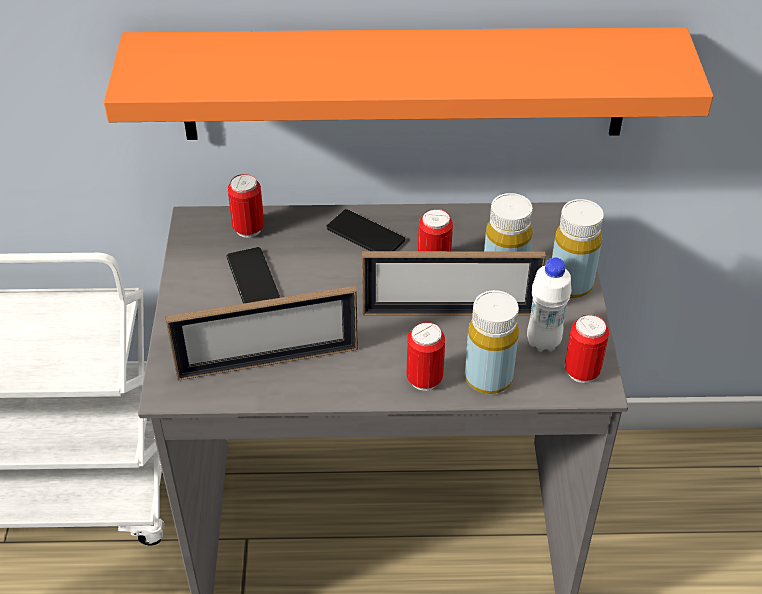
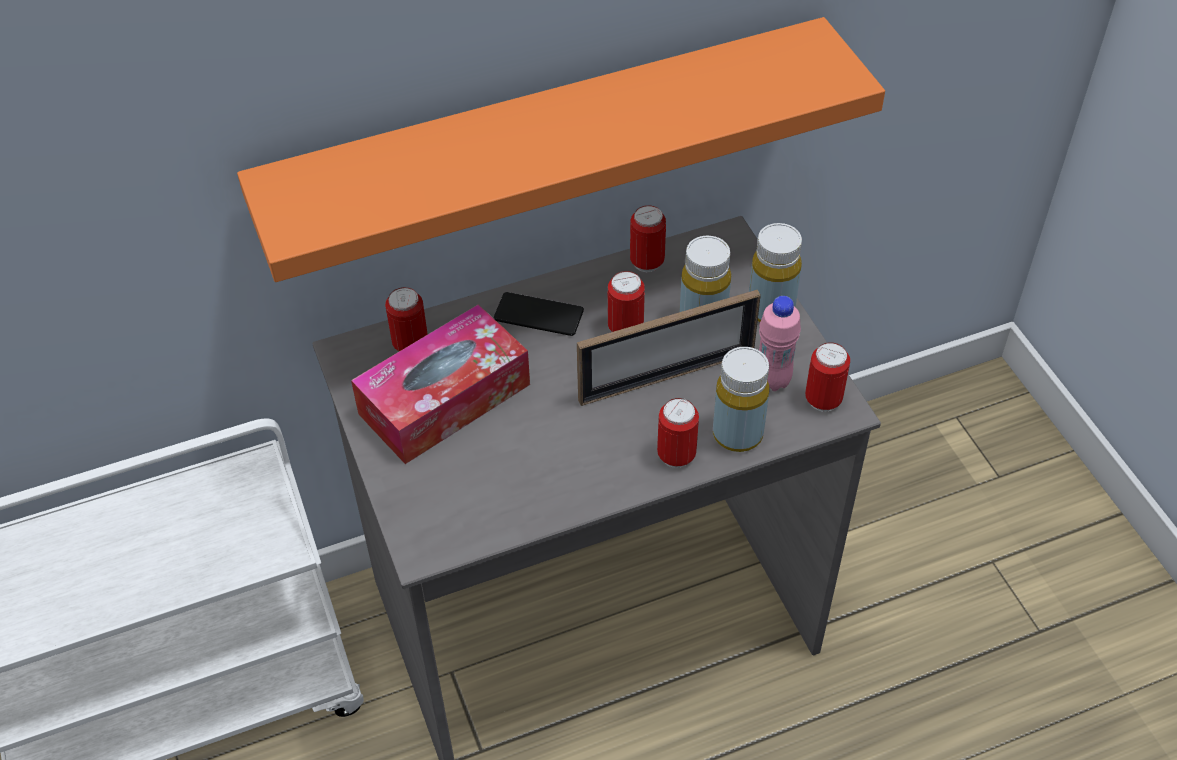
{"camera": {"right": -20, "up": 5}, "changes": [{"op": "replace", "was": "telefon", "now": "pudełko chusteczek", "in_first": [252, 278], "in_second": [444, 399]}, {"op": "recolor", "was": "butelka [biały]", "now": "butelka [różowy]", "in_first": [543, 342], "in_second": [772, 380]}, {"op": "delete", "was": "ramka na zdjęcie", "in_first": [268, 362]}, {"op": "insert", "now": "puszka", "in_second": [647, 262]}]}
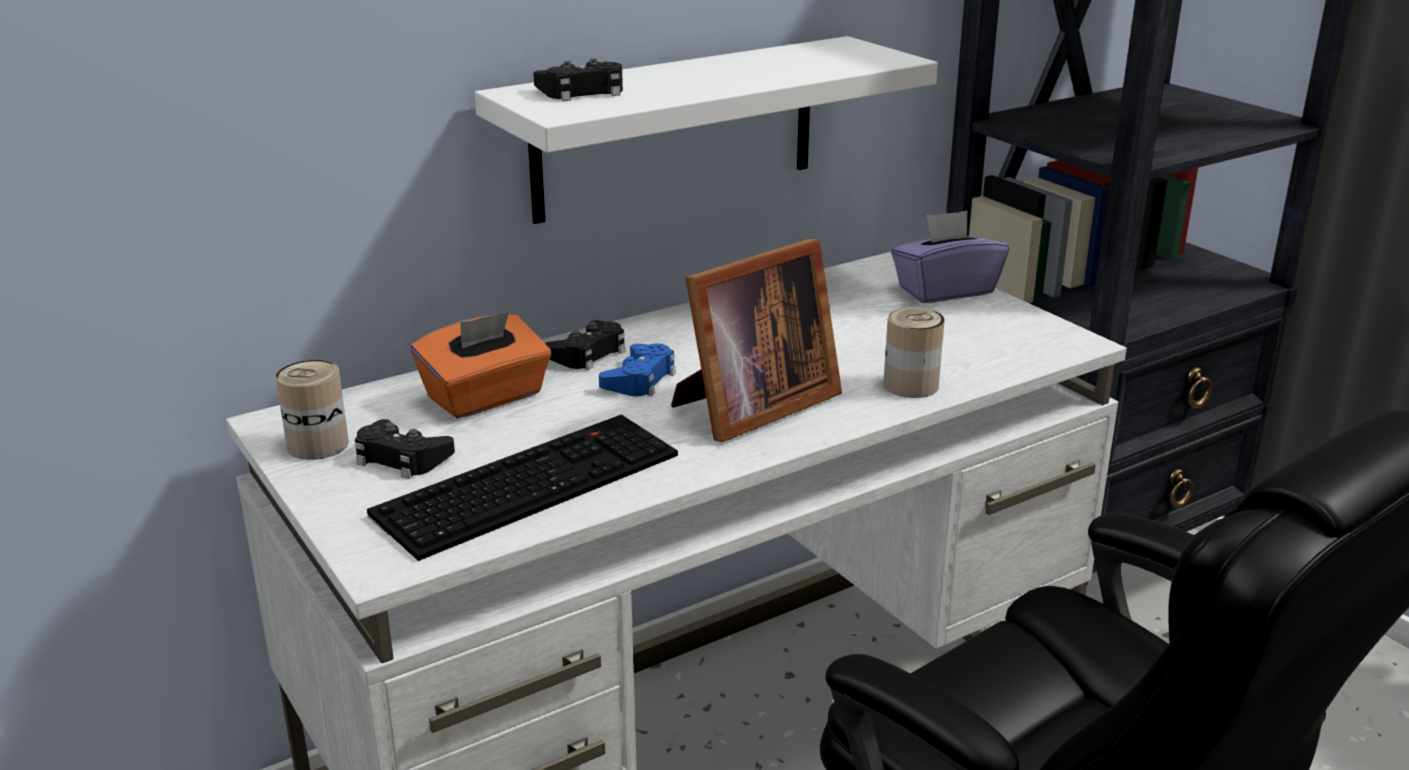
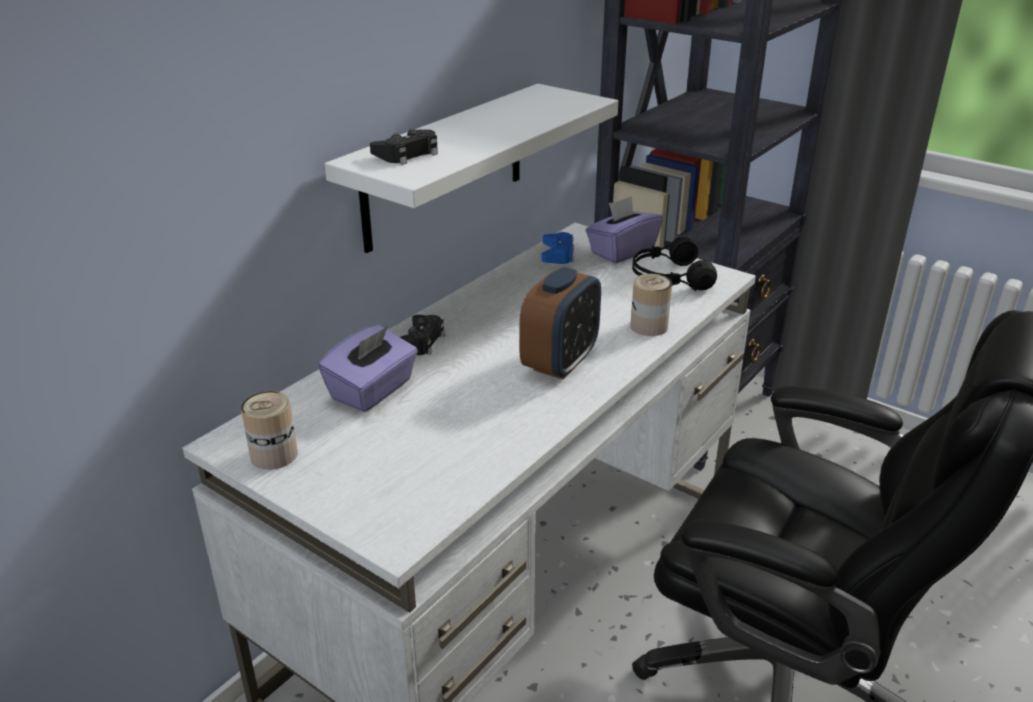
{"camera": {"right": -20, "up": 5}, "changes": [{"op": "replace", "was": "ramka na zdjęcie", "now": "budzik", "in_first": [750, 407], "in_second": [560, 363]}, {"op": "recolor", "was": "pudełko chusteczek [pomarańczowy]", "now": "pudełko chusteczek [fioletowy]", "in_first": [486, 398], "in_second": [372, 390]}, {"op": "move", "was": "pad do gier [niebieski]", "in_first": [640, 379], "in_second": [557, 254]}, {"op": "delete", "was": "klawiatura", "in_first": [529, 482]}, {"op": "delete", "was": "pad do gier [czarny]", "in_first": [401, 458]}, {"op": "insert", "now": "słuchawki [czarny]", "in_second": [669, 278]}]}
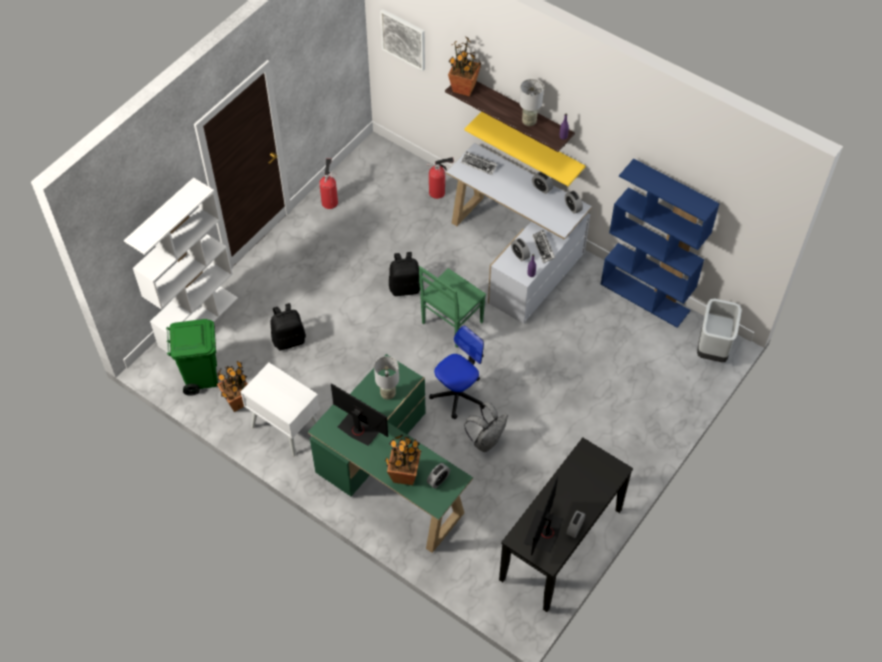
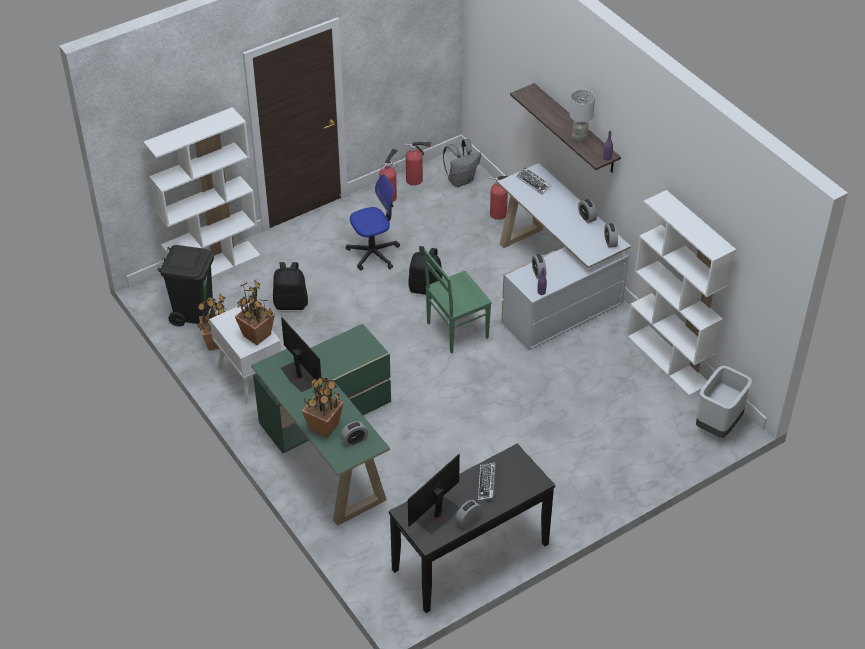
{"camera": {"right": 20, "up": -10}, "changes": [{"op": "delete", "was": "obraz", "in_first": [404, 39]}, {"op": "move", "was": "roślina doniczkowa", "in_first": [464, 88], "in_second": [256, 335]}, {"op": "delete", "was": "półka [żółty]", "in_first": [532, 146]}, {"op": "recolor", "was": "regał [niebieski]", "now": "regał [biały]", "in_first": [645, 297], "in_second": [668, 360]}, {"op": "move", "was": "klawiatura", "in_first": [543, 248], "in_second": [486, 483]}, {"op": "recolor", "was": "kosz na śmieci [zielony]", "now": "kosz na śmieci [czarny]", "in_first": [201, 376], "in_second": [193, 312]}, {"op": "move", "was": "krzesło biurowe", "in_first": [458, 395], "in_second": [373, 253]}, {"op": "delete", "was": "lampa stołowa [szary]", "in_first": [387, 394]}, {"op": "move", "was": "plecak [szary]", "in_first": [486, 440], "in_second": [461, 180]}, {"op": "insert", "now": "gaśnica", "in_second": [416, 180]}]}
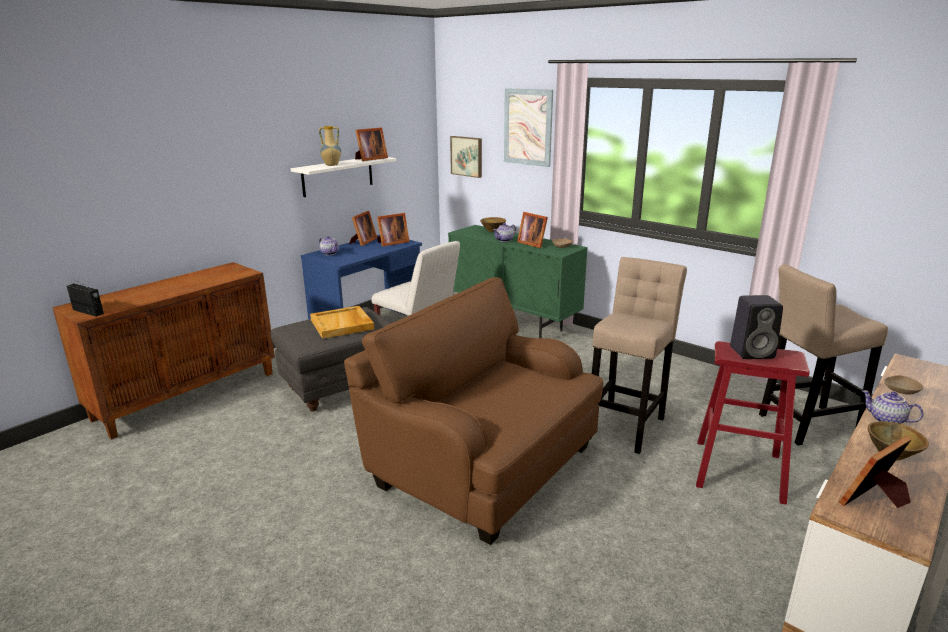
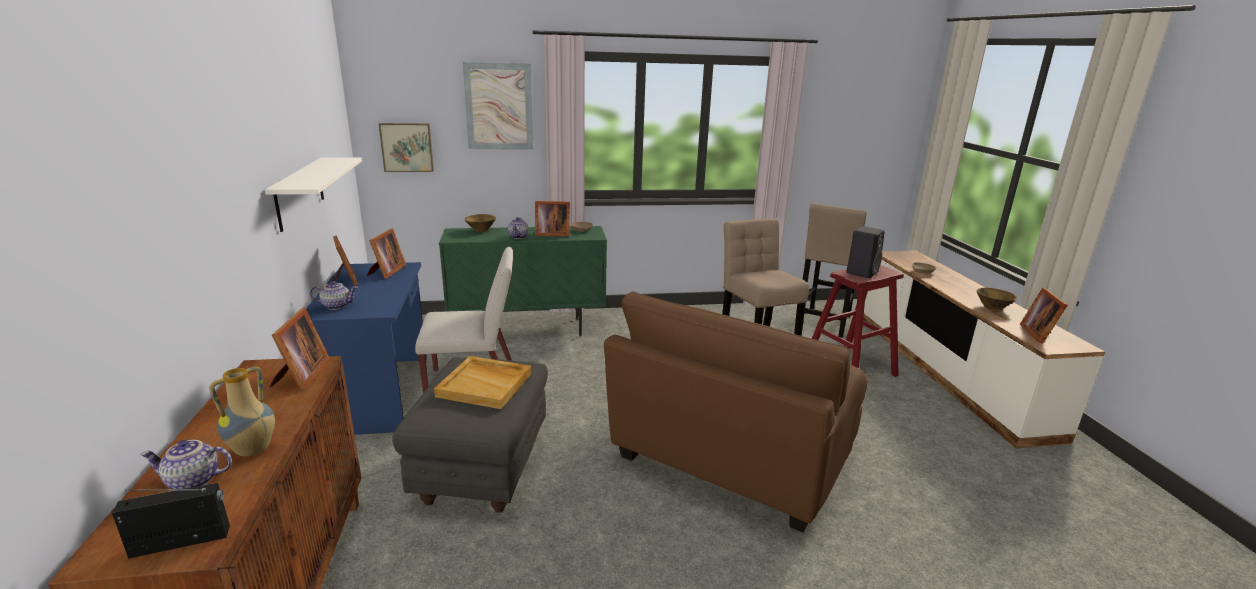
{"camera": {"right": -50, "up": 0}, "changes": [{"op": "move", "was": "wazon", "in_first": [331, 165], "in_second": [253, 450]}, {"op": "move", "was": "ramka na zdjęcie", "in_first": [370, 159], "in_second": [301, 376]}, {"op": "rotate", "was": "fotel [brązowy]", "in_first": [481, 463], "in_second": [731, 457], "clockwise": -45}, {"op": "move", "was": "imbryk", "in_first": [886, 420], "in_second": [192, 482]}]}
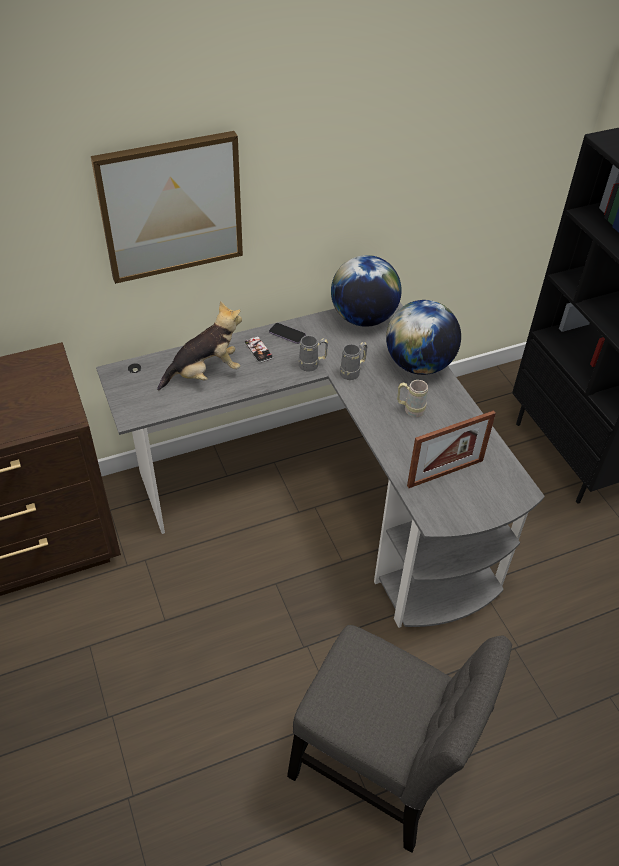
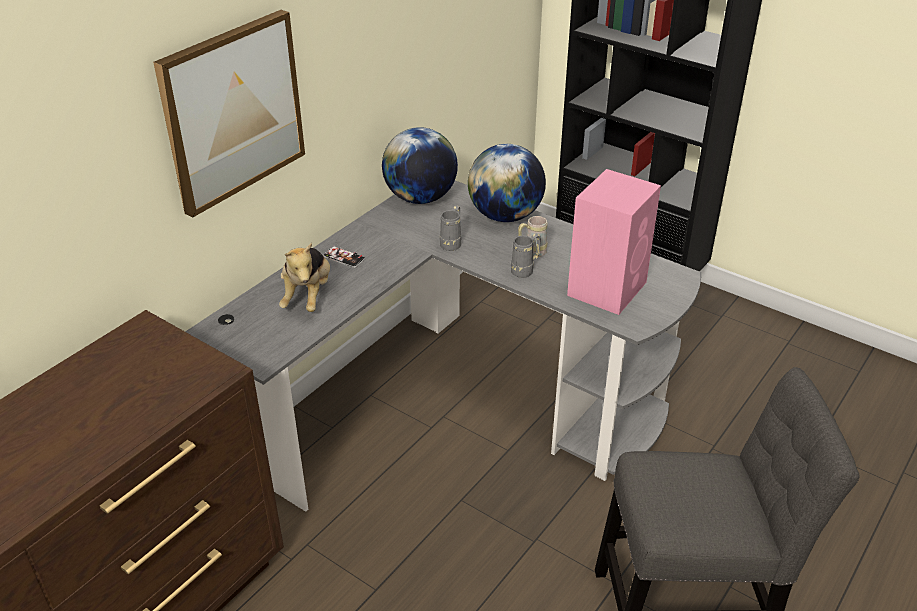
{"camera": {"right": -30, "up": -10}, "changes": [{"op": "rotate", "was": "pluszak", "in_first": [205, 373], "in_second": [308, 296], "clockwise": 150}, {"op": "delete", "was": "telefon", "in_first": [287, 334]}, {"op": "move", "was": "kubek [szary]", "in_first": [312, 365], "in_second": [525, 270]}, {"op": "replace", "was": "ramka na zdjęcie", "now": "głośnik [różowy]", "in_first": [445, 473], "in_second": [608, 288]}]}
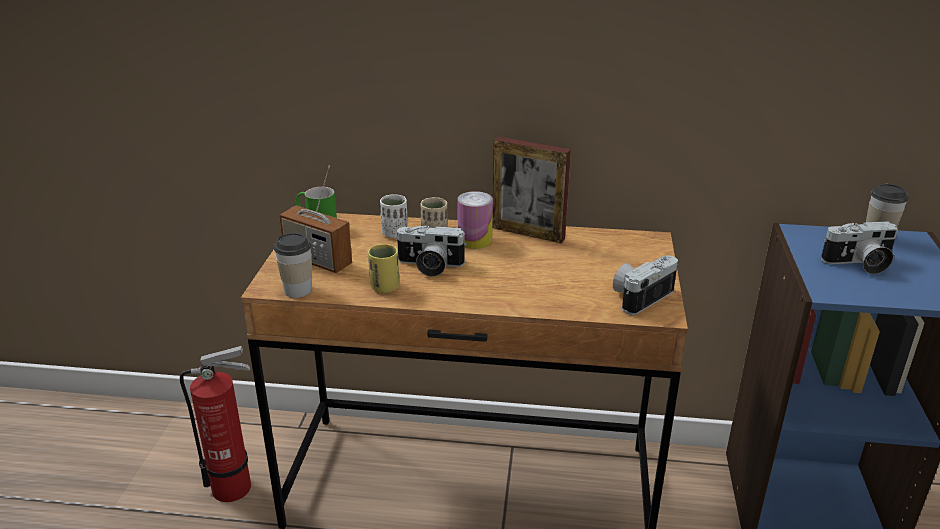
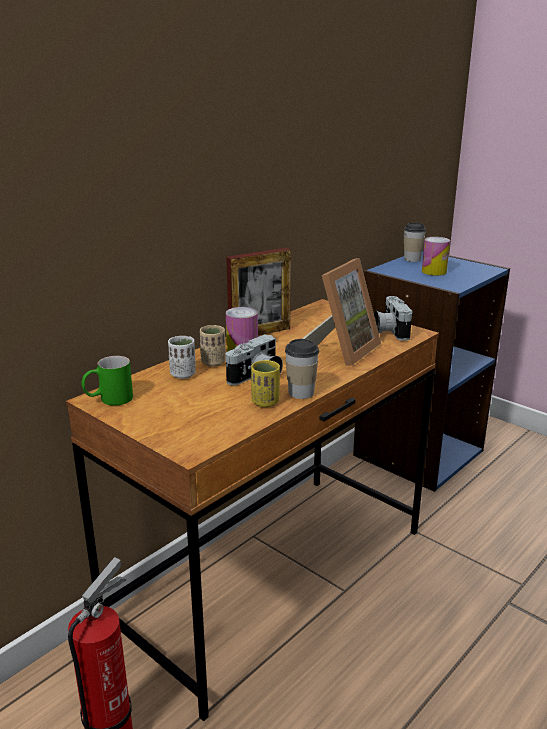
{"camera": {"right": -55, "up": -5}, "changes": [{"op": "delete", "was": "radio", "in_first": [318, 260]}, {"op": "replace", "was": "aparat fotograficzny", "now": "puszka", "in_first": [859, 264], "in_second": [434, 271]}, {"op": "move", "was": "filiżanka", "in_first": [297, 290], "in_second": [301, 393]}, {"op": "insert", "now": "ramka na zdjęcie", "in_second": [342, 350]}]}
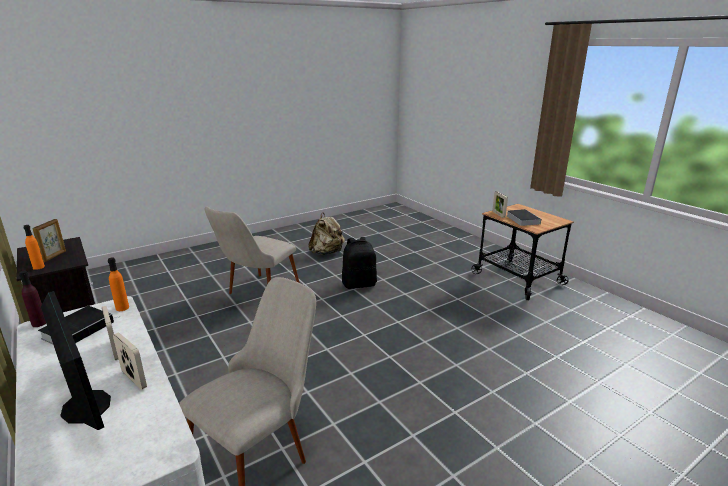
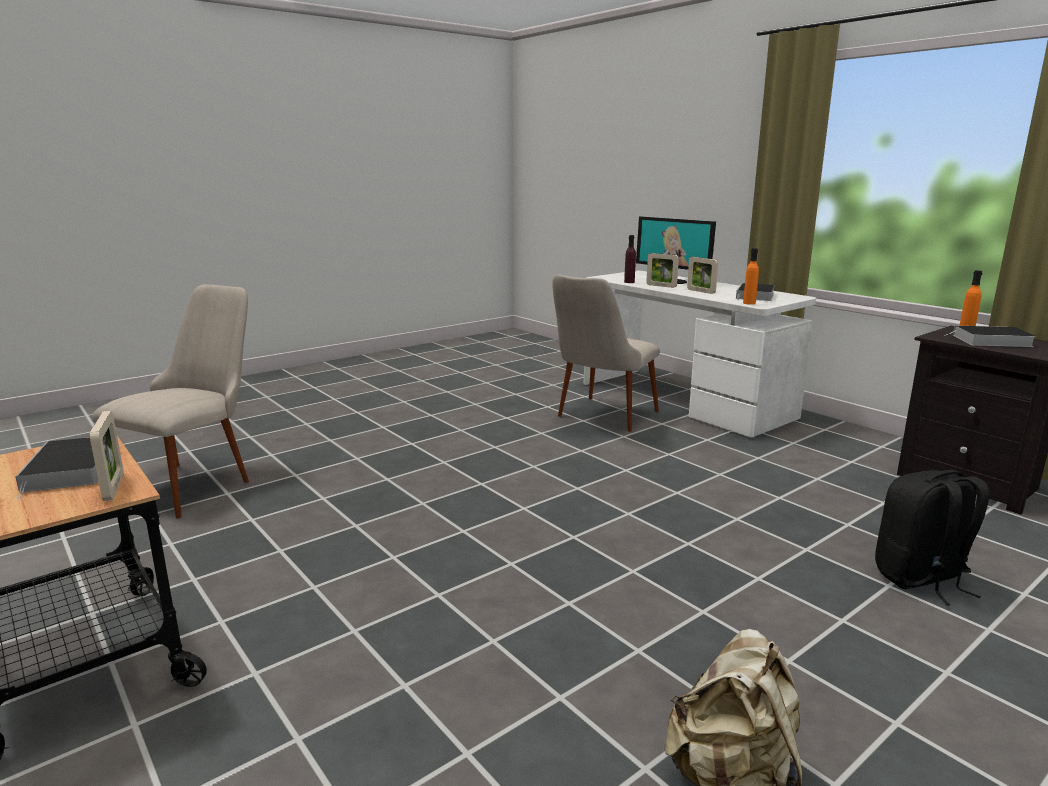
{"camera": {"right": 175, "up": -5}, "changes": [{"op": "move", "was": "krzesło [beżowy]", "in_first": [257, 295], "in_second": [196, 480]}, {"op": "replace", "was": "ramka na zdjęcie", "now": "książka", "in_first": [54, 256], "in_second": [990, 341]}, {"op": "move", "was": "plecak [czarny]", "in_first": [359, 284], "in_second": [921, 579]}, {"op": "move", "was": "butelka [fioletowy]", "in_first": [39, 323], "in_second": [629, 282]}]}
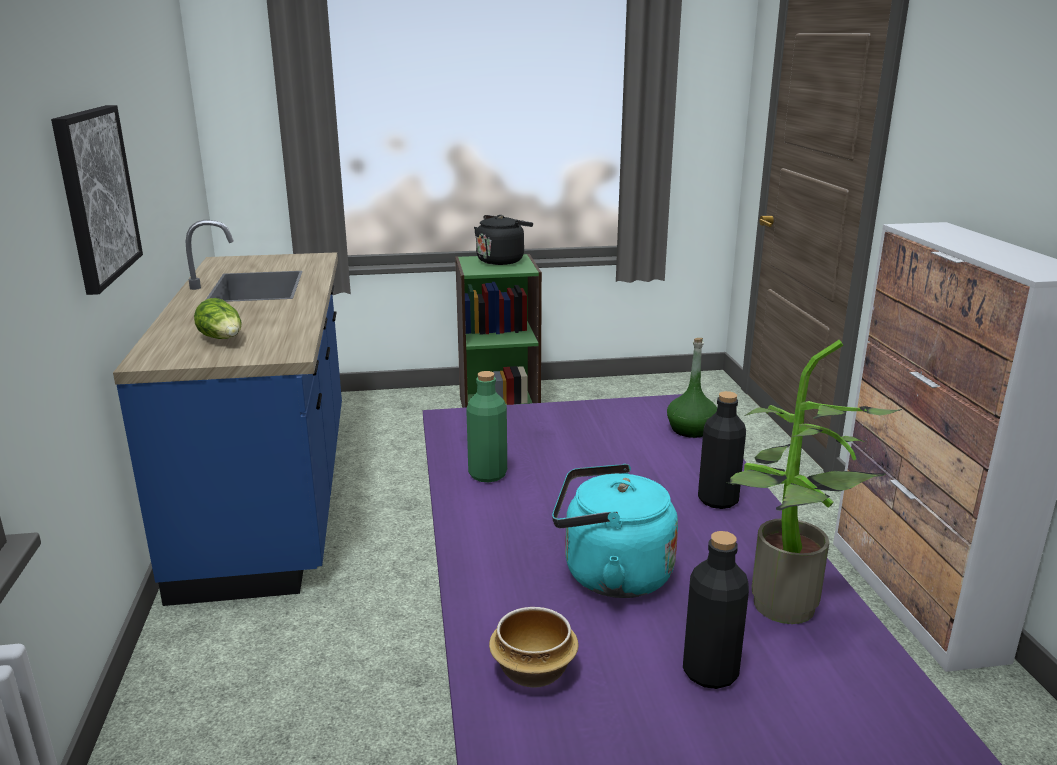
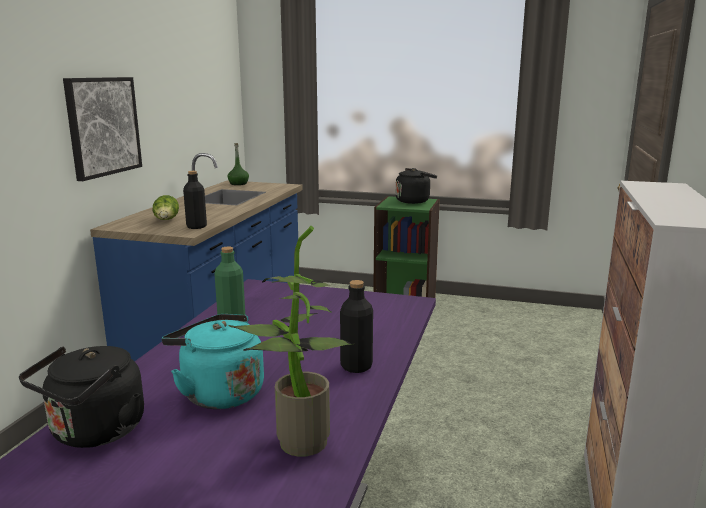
{"camera": {"right": 25, "up": -5}, "changes": [{"op": "move", "was": "butelka [zielony]", "in_first": [691, 430], "in_second": [238, 183]}, {"op": "move", "was": "butelka [czarny]", "in_first": [710, 672], "in_second": [196, 227]}, {"op": "replace", "was": "miska", "now": "czajnik [czarny]", "in_first": [532, 671], "in_second": [94, 433]}]}
